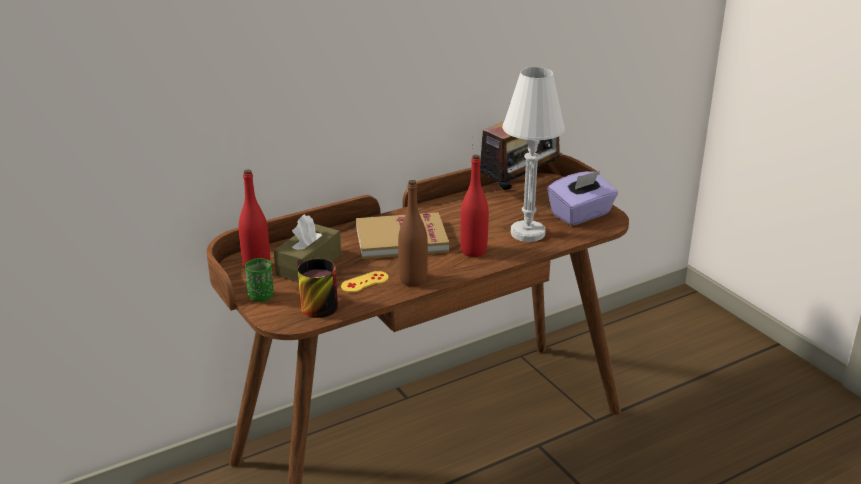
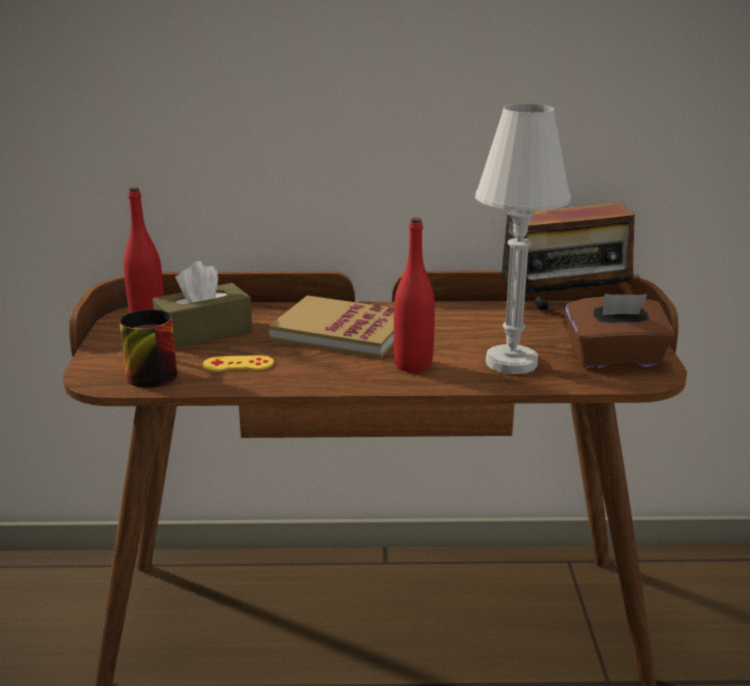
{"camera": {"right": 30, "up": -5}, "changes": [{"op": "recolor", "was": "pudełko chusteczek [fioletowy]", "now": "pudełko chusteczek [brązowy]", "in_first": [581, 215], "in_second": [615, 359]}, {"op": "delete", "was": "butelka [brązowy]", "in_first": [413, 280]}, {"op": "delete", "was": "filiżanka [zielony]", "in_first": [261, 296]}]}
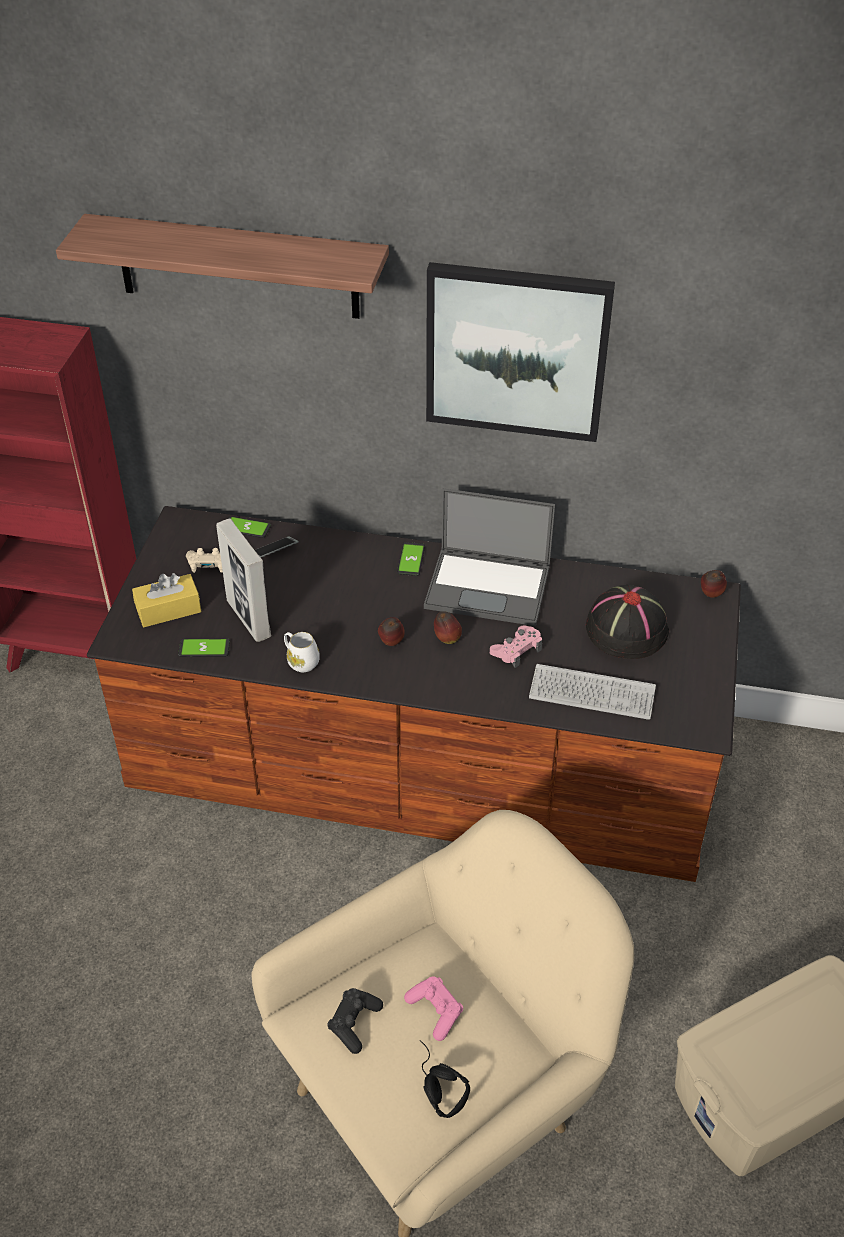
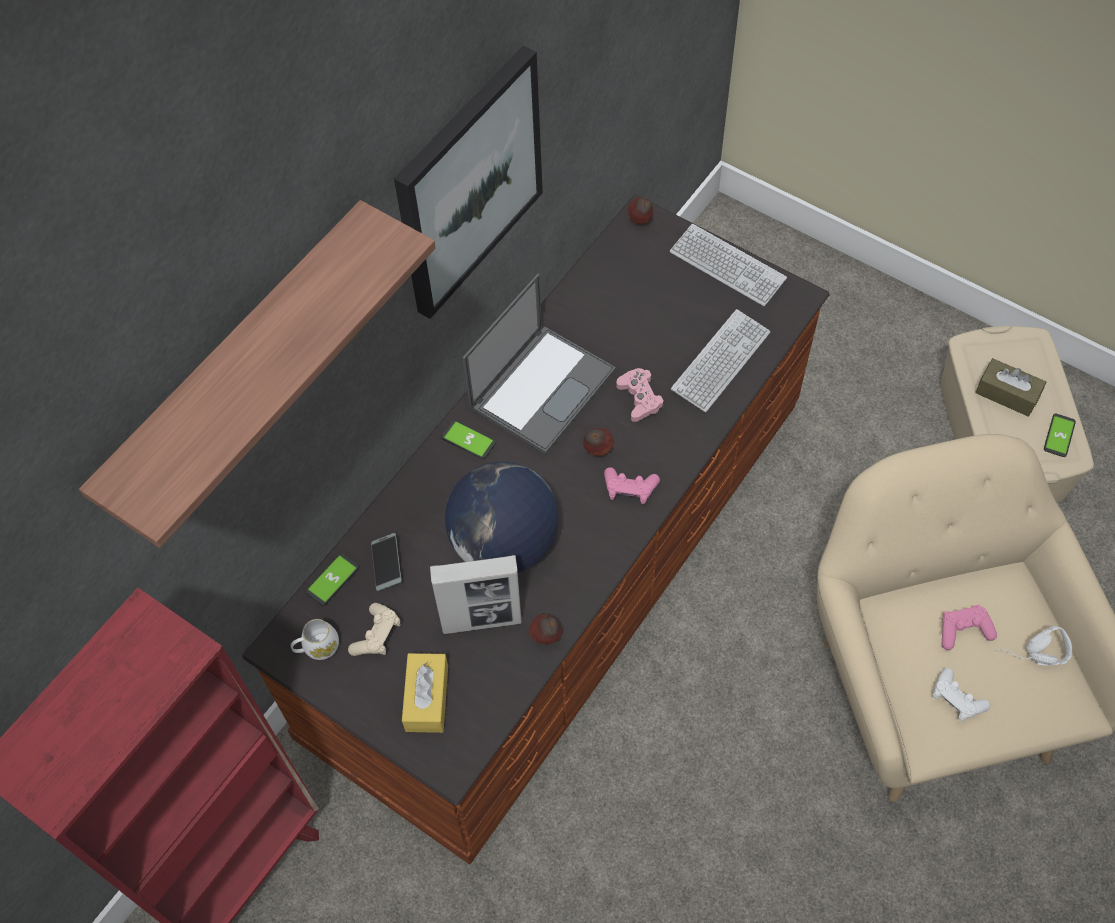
{"camera": {"right": -65, "up": 15}, "changes": [{"op": "delete", "was": "kapelusz [czarny]", "in_first": [625, 629]}, {"op": "move", "was": "jabłko", "in_first": [391, 643], "in_second": [546, 637]}, {"op": "move", "was": "kubek [biały]", "in_first": [300, 661], "in_second": [317, 647]}, {"op": "move", "was": "telefon", "in_first": [204, 648], "in_second": [1059, 435]}, {"op": "recolor", "was": "pad do gier [czarny]", "now": "pad do gier [biały]", "in_first": [354, 1023], "in_second": [956, 700]}, {"op": "recolor", "was": "słuchawki [czarny]", "now": "słuchawki [biały]", "in_first": [434, 1084], "in_second": [1032, 657]}, {"op": "insert", "now": "klawiatura", "in_second": [727, 266]}, {"op": "insert", "now": "pudełko chusteczek [brązowy]", "in_second": [1007, 394]}, {"op": "insert", "now": "globus", "in_second": [505, 544]}, {"op": "insert", "now": "pad do gier [różowy]", "in_second": [629, 489]}]}
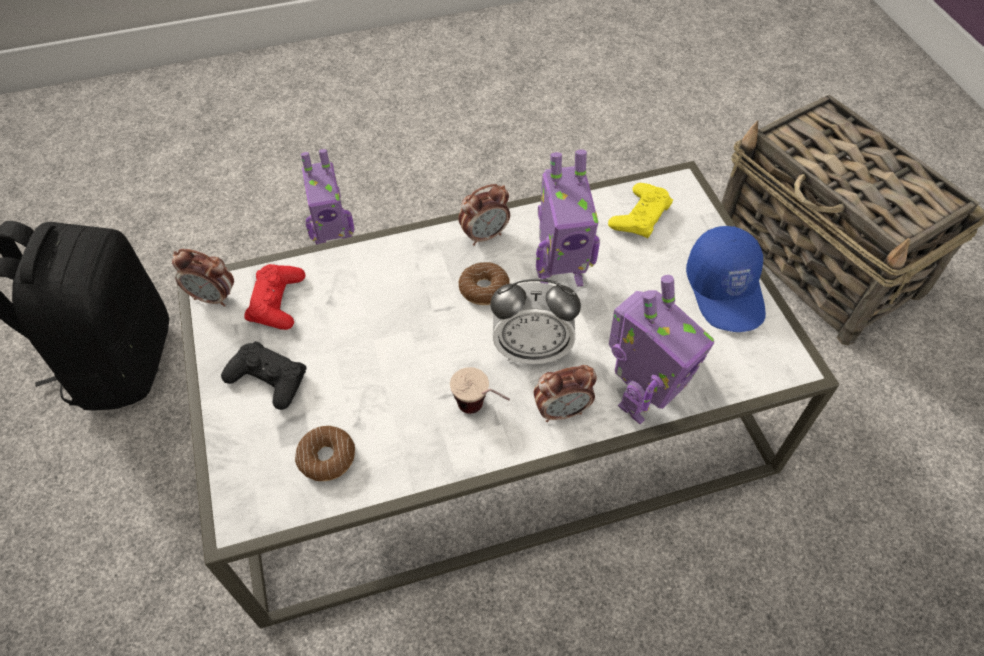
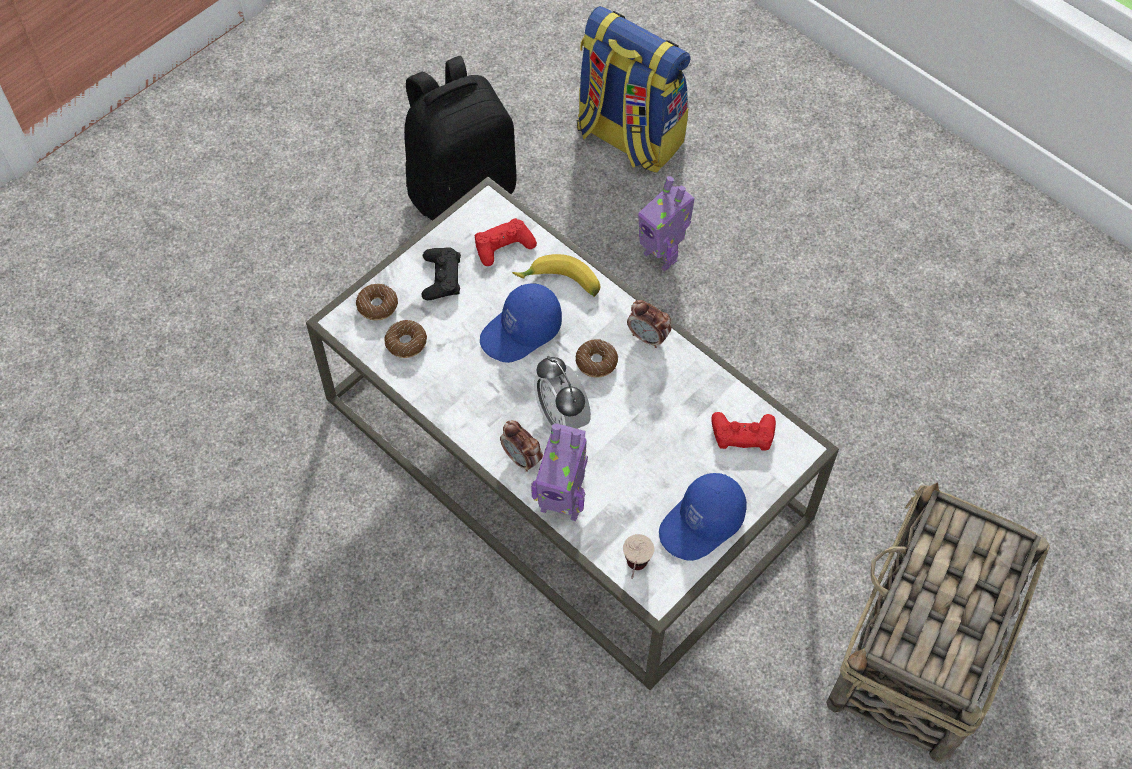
{"camera": {"right": 60, "up": 5}, "changes": [{"op": "delete", "was": "robot zabawkowy", "in_first": [559, 275]}, {"op": "recolor", "was": "pad do gier [żółty]", "now": "pad do gier [czerwony]", "in_first": [640, 216], "in_second": [742, 433]}, {"op": "delete", "was": "budzik", "in_first": [213, 297]}, {"op": "move", "was": "filiżanka", "in_first": [482, 412], "in_second": [634, 572]}, {"op": "insert", "now": "plecak", "in_second": [627, 137]}, {"op": "insert", "now": "banan", "in_second": [559, 284]}, {"op": "insert", "now": "donut", "in_second": [377, 306]}, {"op": "insert", "now": "czapka z daszkiem [niebieski]", "in_second": [521, 332]}]}
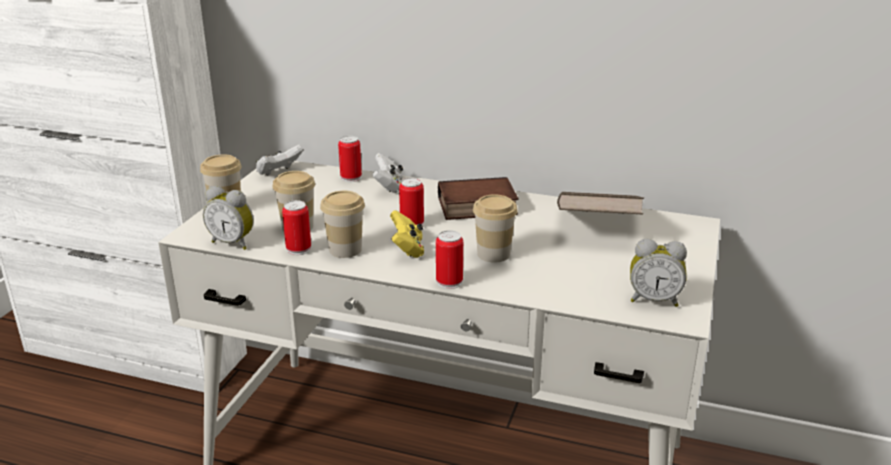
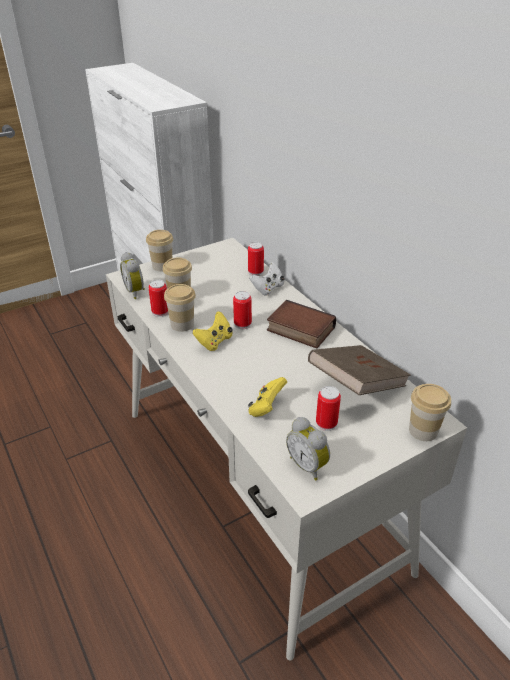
{"camera": {"right": 40, "up": 10}, "changes": [{"op": "delete", "was": "pad do gier [biały]", "in_first": [278, 172]}, {"op": "move", "was": "filiżanka", "in_first": [493, 254], "in_second": [423, 430]}, {"op": "move", "was": "puszka", "in_first": [449, 282], "in_second": [326, 423]}, {"op": "insert", "now": "pad do gier [żółty]", "in_second": [266, 408]}]}
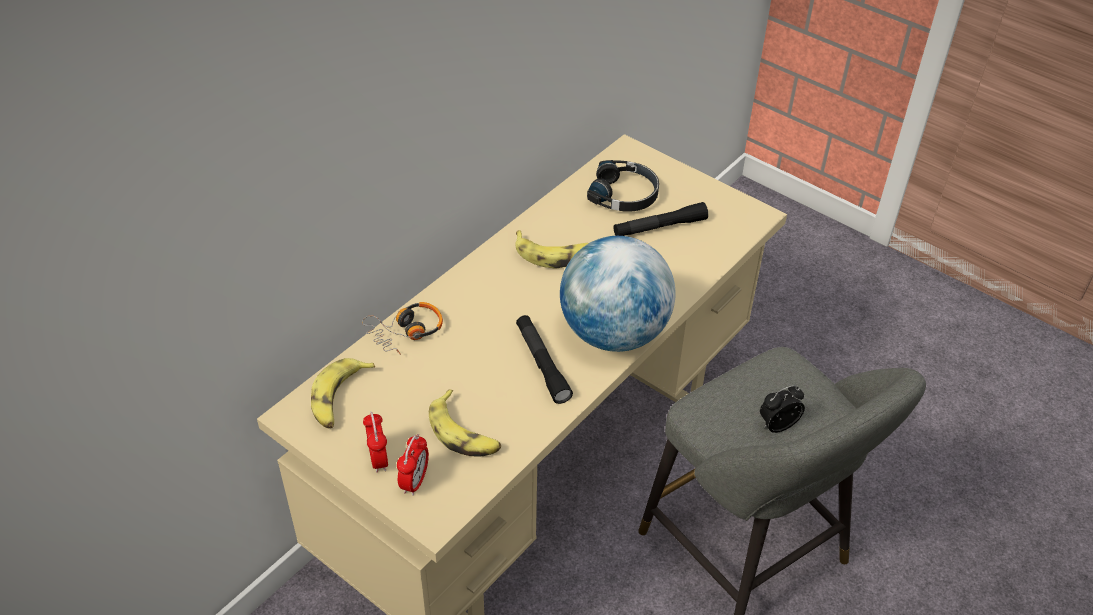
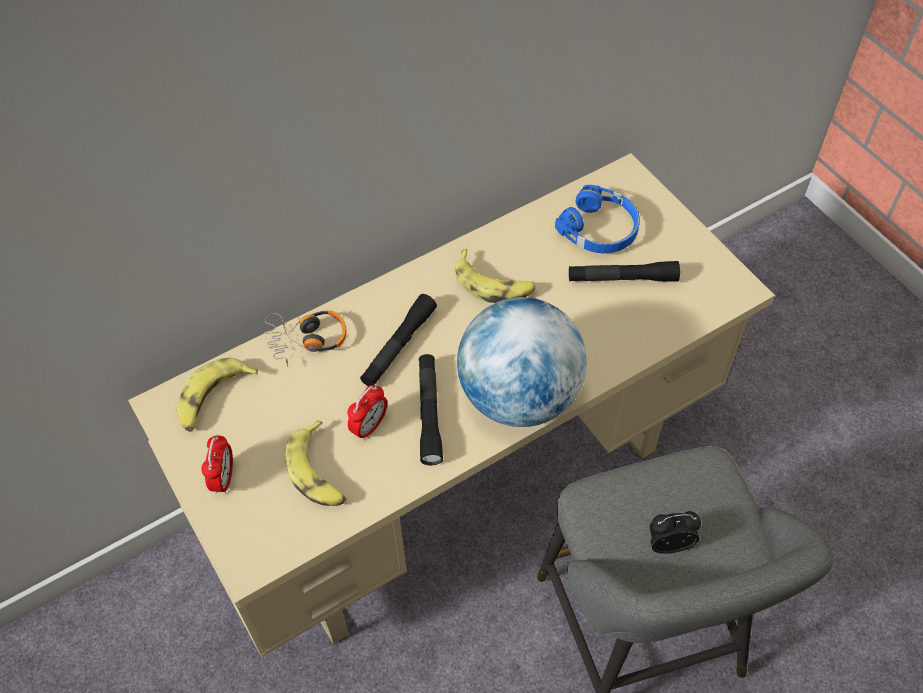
{"camera": {"right": 20, "up": 10}, "changes": [{"op": "recolor", "was": "słuchawki [czarny]", "now": "słuchawki [niebieski]", "in_first": [624, 195], "in_second": [600, 229]}, {"op": "move", "was": "budzik", "in_first": [414, 482], "in_second": [369, 426]}, {"op": "insert", "now": "latarka [czarny]", "in_second": [398, 346]}]}
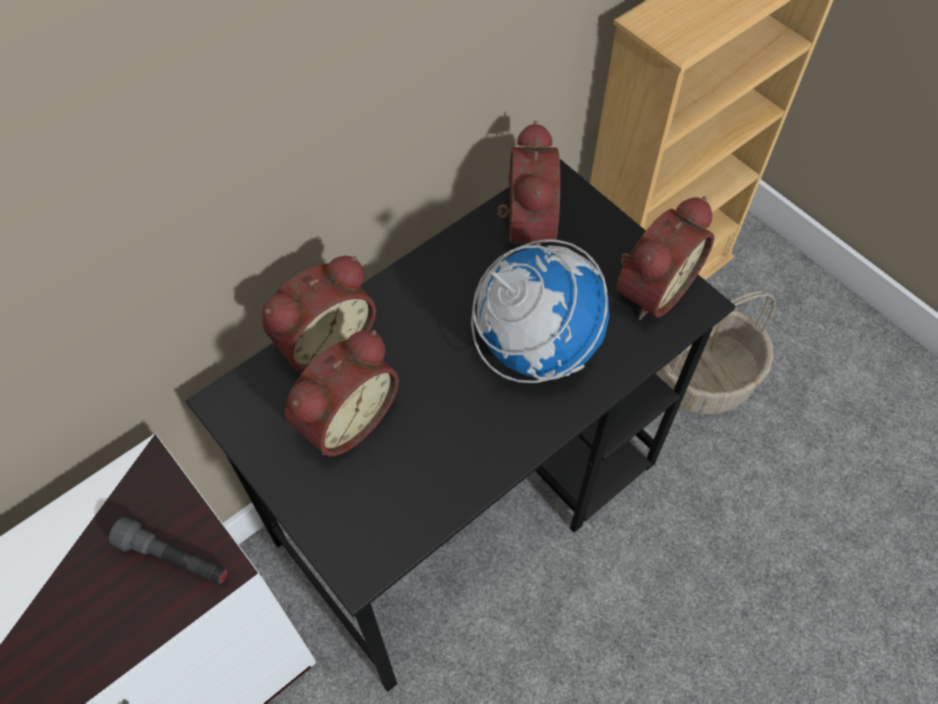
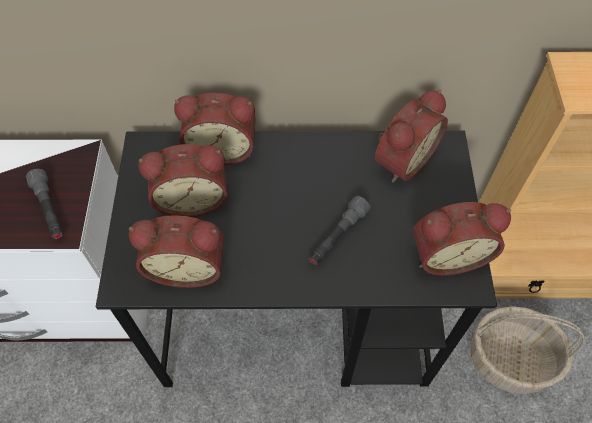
{"camera": {"right": 40, "up": 0}, "changes": [{"op": "replace", "was": "globus", "now": "latarka [szary]", "in_first": [535, 346], "in_second": [337, 236]}, {"op": "insert", "now": "budzik", "in_second": [187, 266]}]}
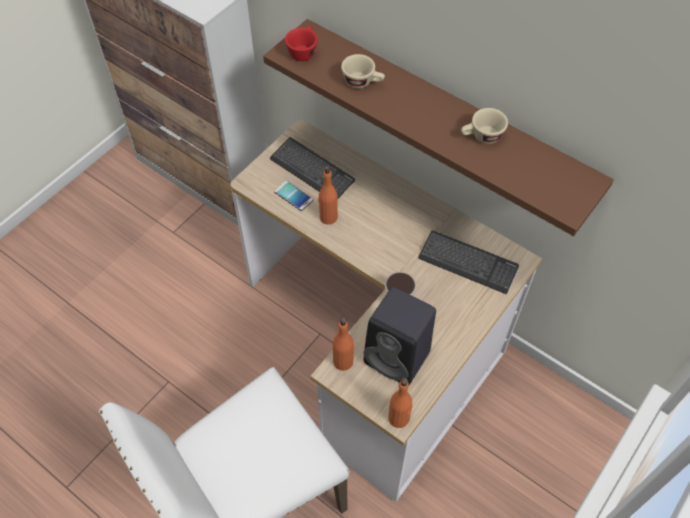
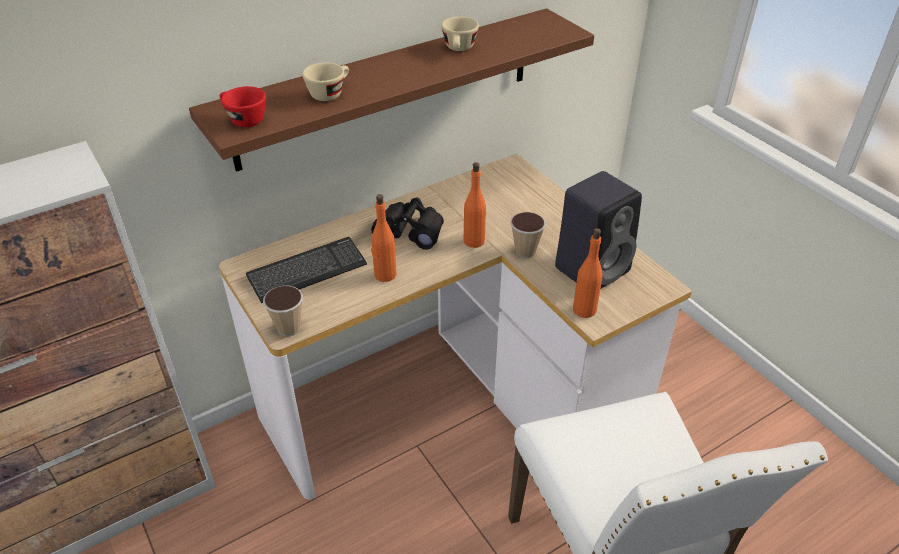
{"camera": {"right": -70, "up": -15}, "changes": [{"op": "delete", "was": "telefon", "in_first": [293, 196]}, {"op": "delete", "was": "klawiatura", "in_first": [467, 263]}, {"op": "move", "was": "butelka [pomarańczowy]", "in_first": [399, 418], "in_second": [474, 241]}, {"op": "insert", "now": "lornetka [czarny]", "in_second": [411, 231]}, {"op": "insert", "now": "filiżanka", "in_second": [288, 328]}]}
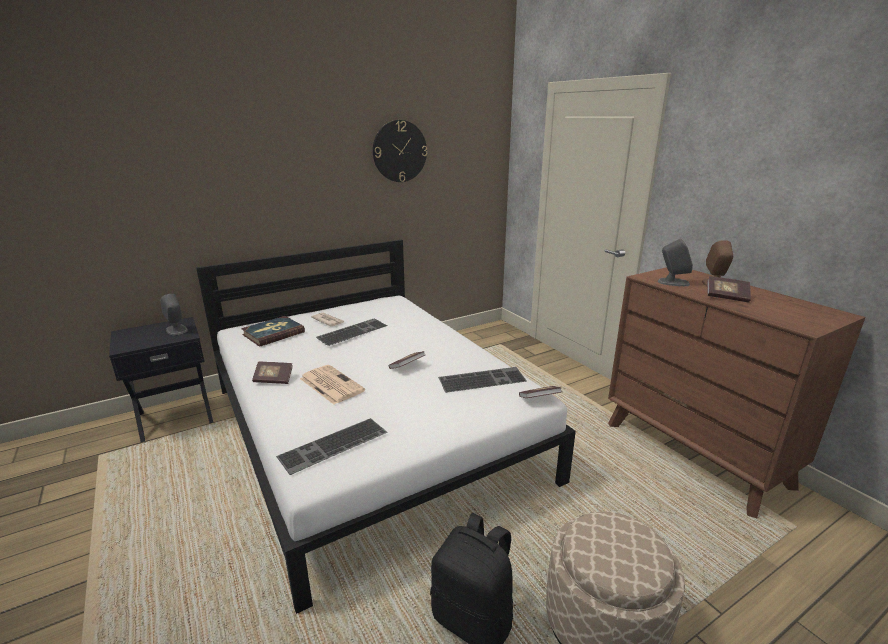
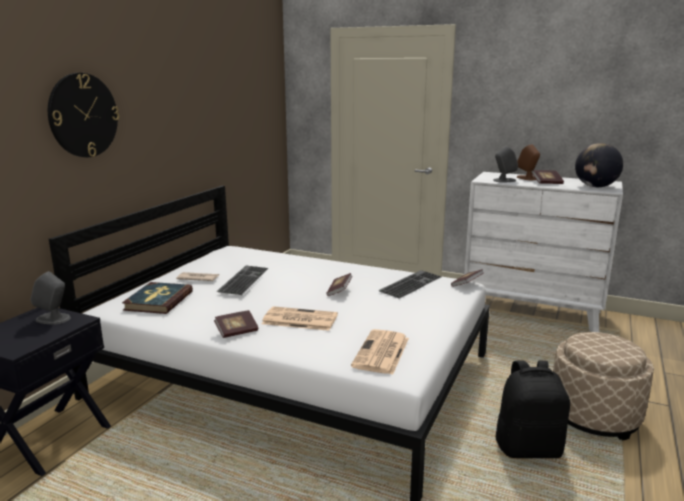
{"camera": {"right": -35, "up": -5}, "changes": [{"op": "move", "was": "zegar ścienny", "in_first": [399, 151], "in_second": [83, 115]}, {"op": "recolor", "was": "komoda [brązowy]", "now": "komoda [biały]", "in_first": [694, 453], "in_second": [532, 311]}, {"op": "replace", "was": "klawiatura", "now": "gazeta", "in_first": [333, 446], "in_second": [381, 353]}, {"op": "insert", "now": "globus", "in_second": [595, 186]}]}
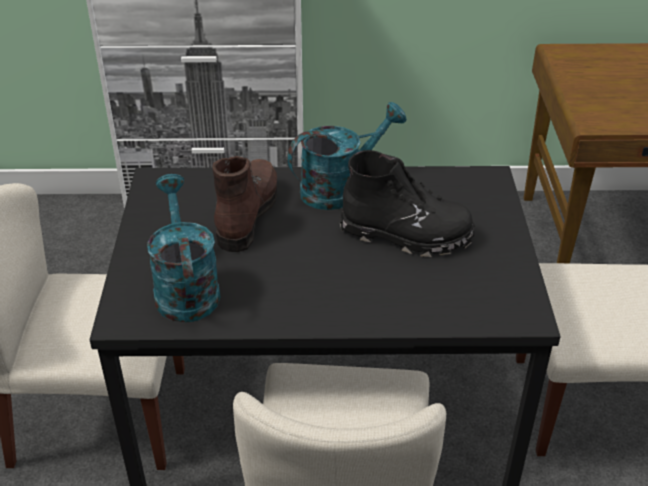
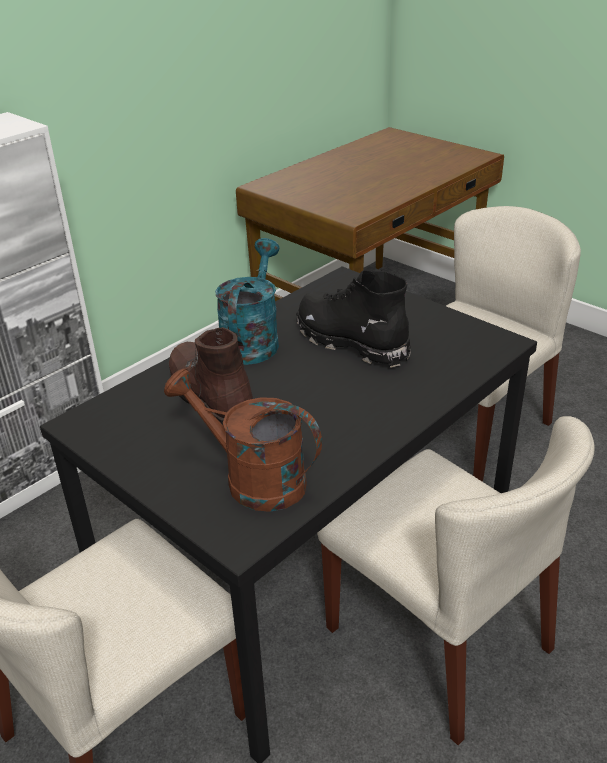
{"camera": {"right": -45, "up": -5}, "changes": [{"op": "rotate", "was": "but z cholewką [czarny]", "in_first": [406, 235], "in_second": [351, 342], "clockwise": -105}, {"op": "recolor", "was": "konewka [turkusowy]", "now": "konewka [brązowy]", "in_first": [185, 288], "in_second": [252, 479]}]}
